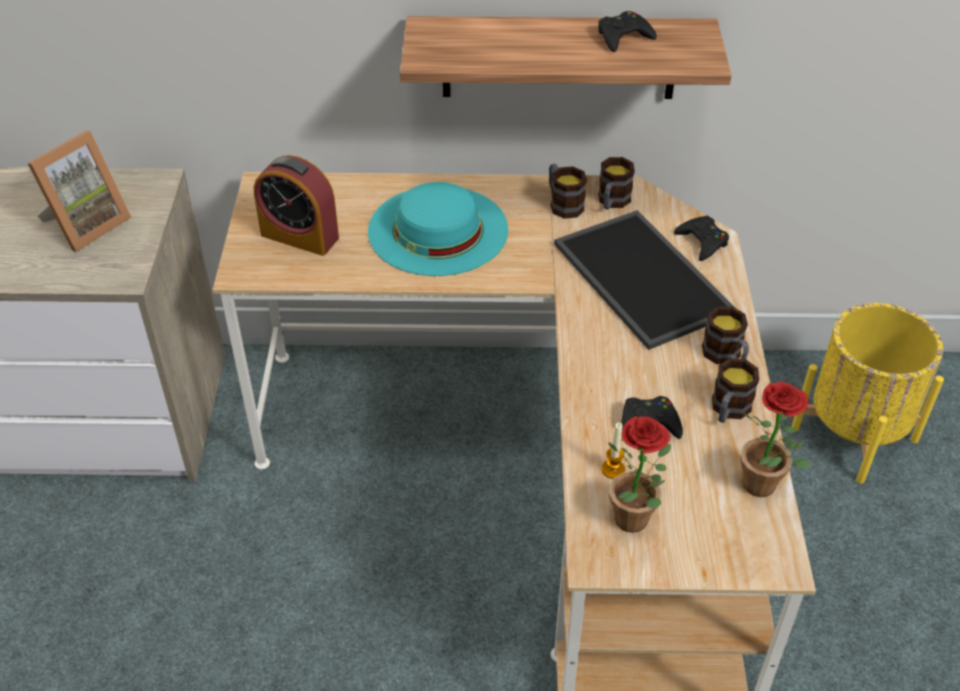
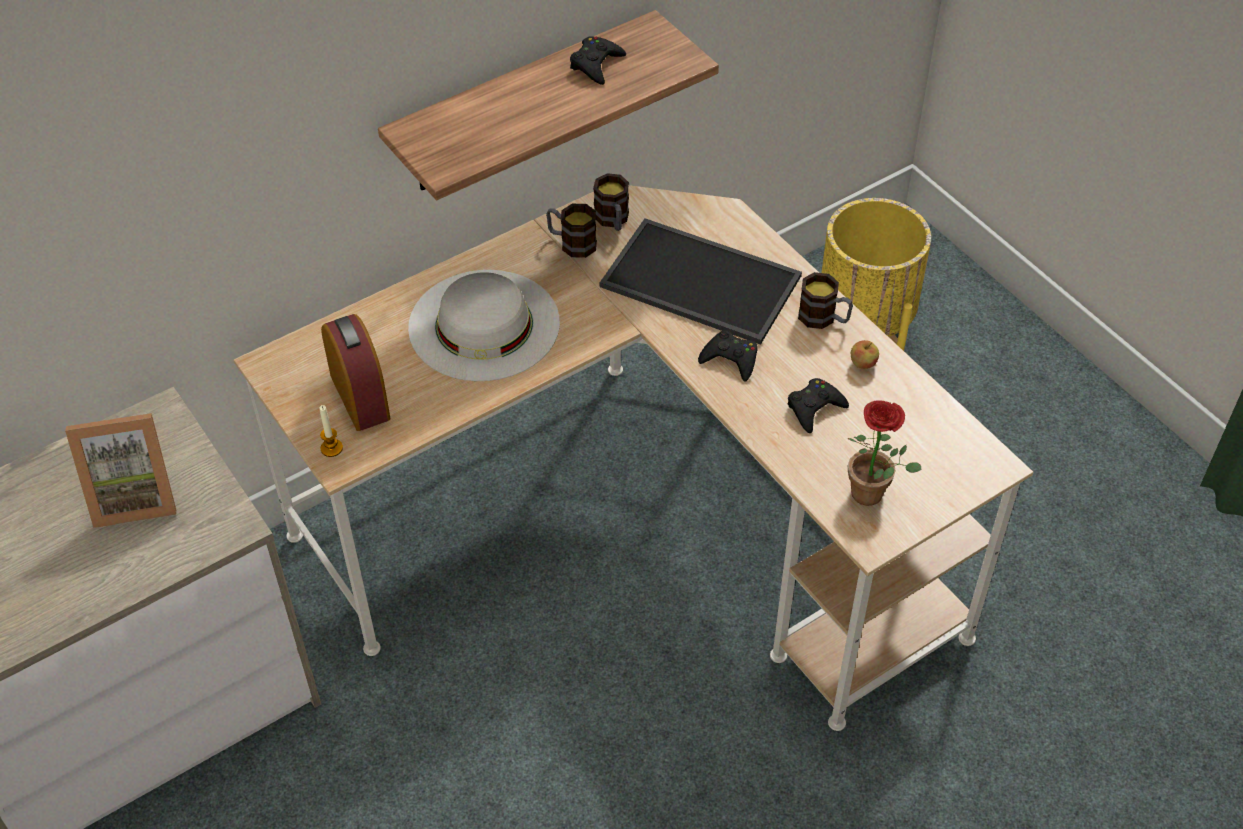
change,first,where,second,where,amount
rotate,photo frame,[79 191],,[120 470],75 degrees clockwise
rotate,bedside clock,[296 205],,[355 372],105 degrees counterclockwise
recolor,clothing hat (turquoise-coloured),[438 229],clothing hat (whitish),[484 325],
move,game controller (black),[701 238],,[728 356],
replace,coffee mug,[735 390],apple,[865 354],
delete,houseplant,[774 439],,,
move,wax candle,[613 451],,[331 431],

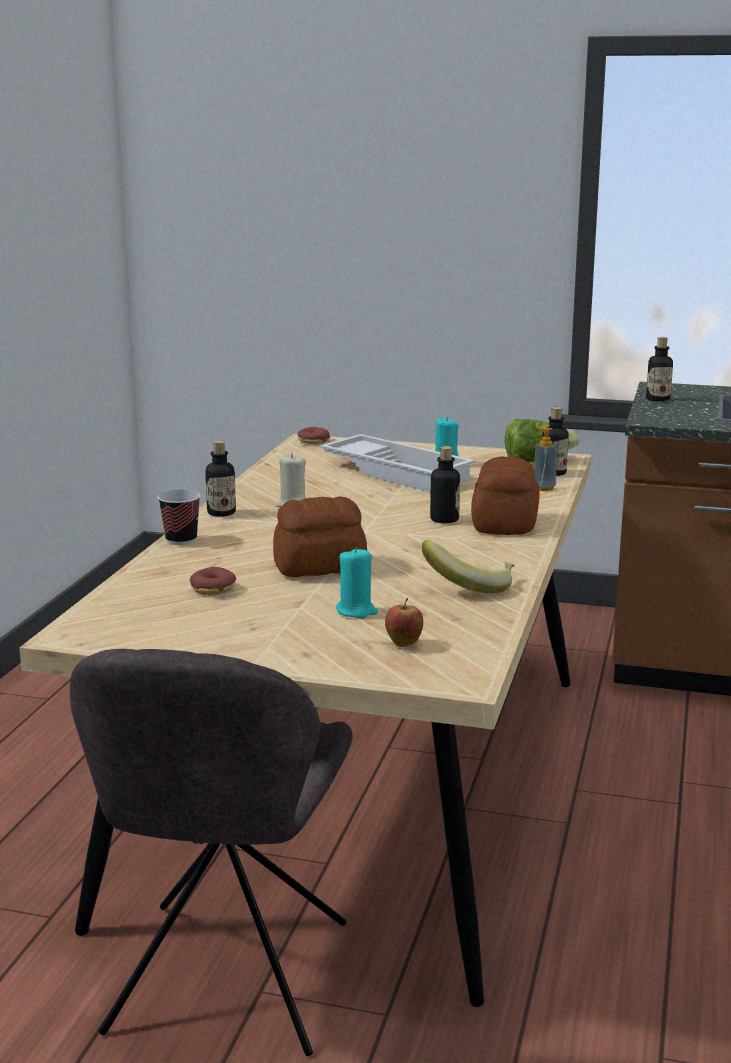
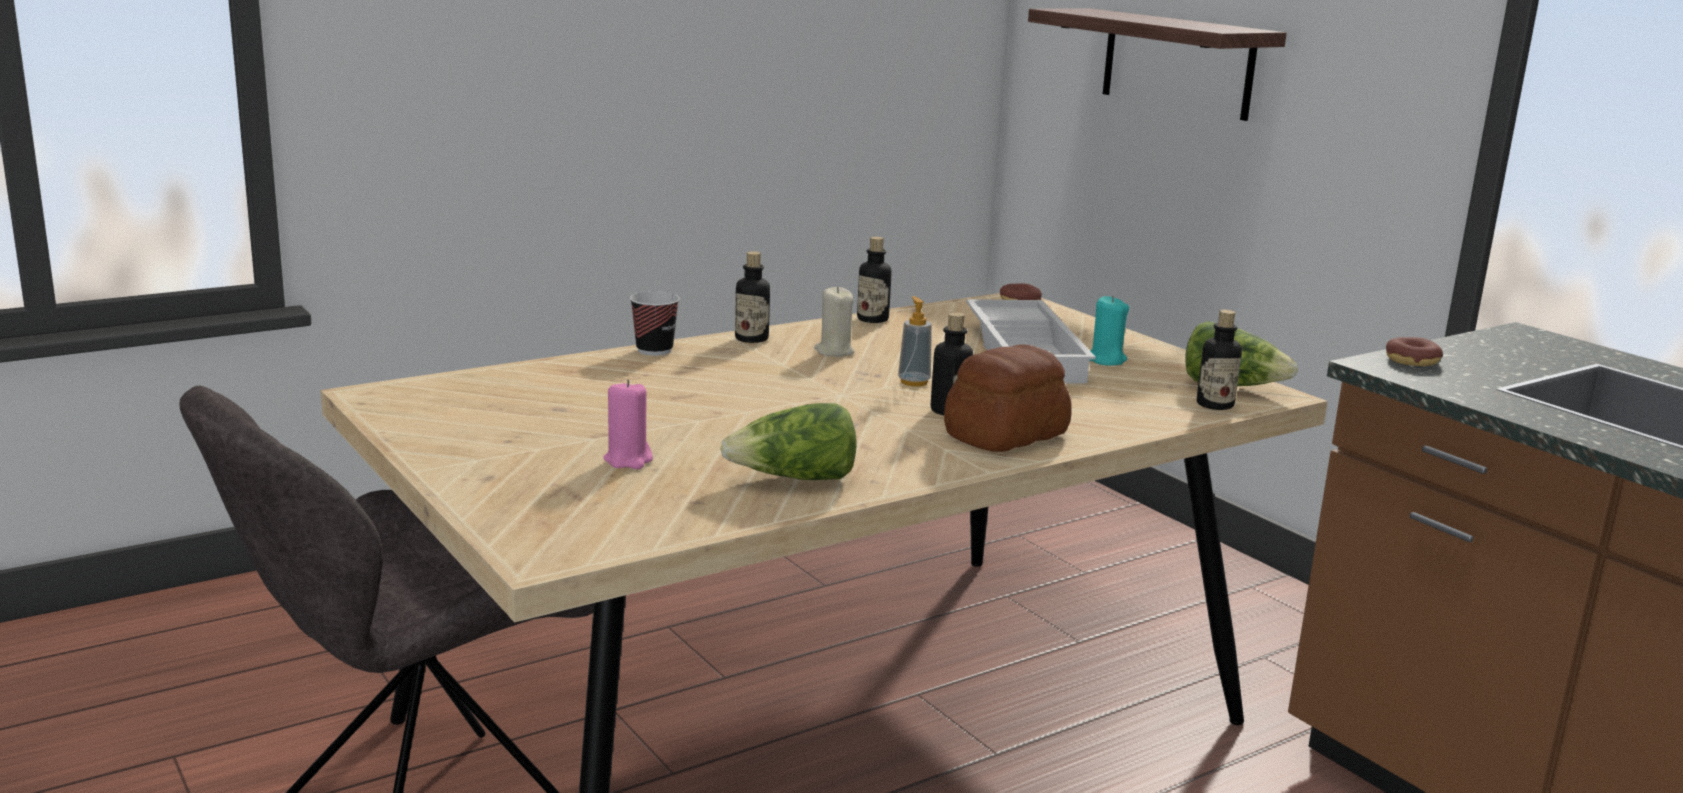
change,first,where,second,where,amount
move,drink bottle,[659 369],,[874 280],
move,soap dispenser,[545 459],,[915 341],
delete,bread,[320 536],,,
replace,banana,[468 567],lettuce head,[788 441],
recolor,wax candle (turquoise-coloured),[357 582],wax candle (pinkish),[628 424],
move,doughnut,[213 581],,[1414 351],
delete,apple,[404 622],,,
insert,,,bracket shelf,[1157 64],

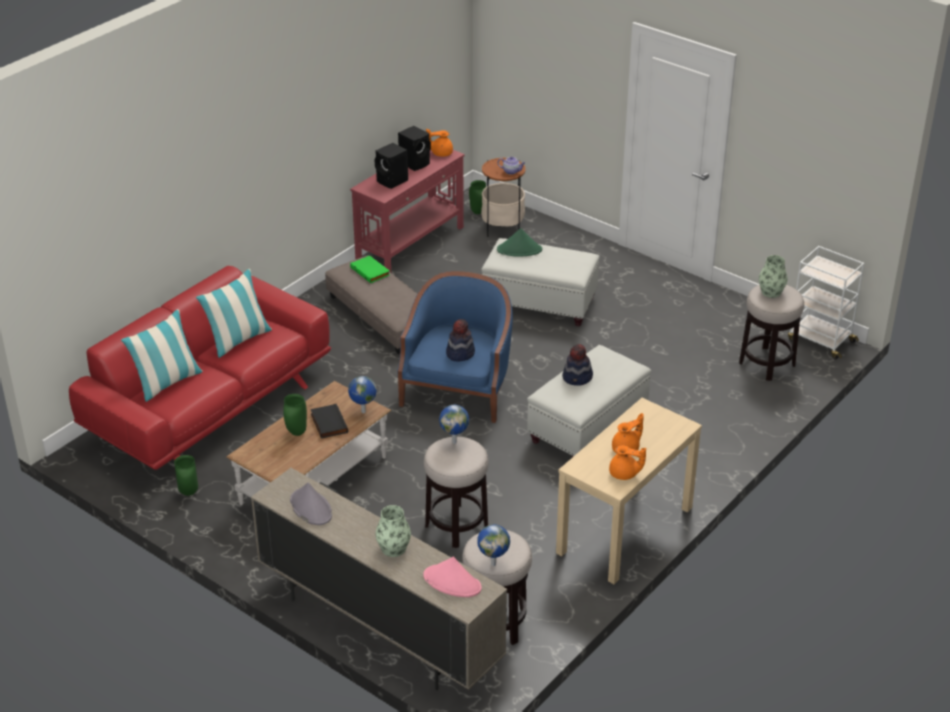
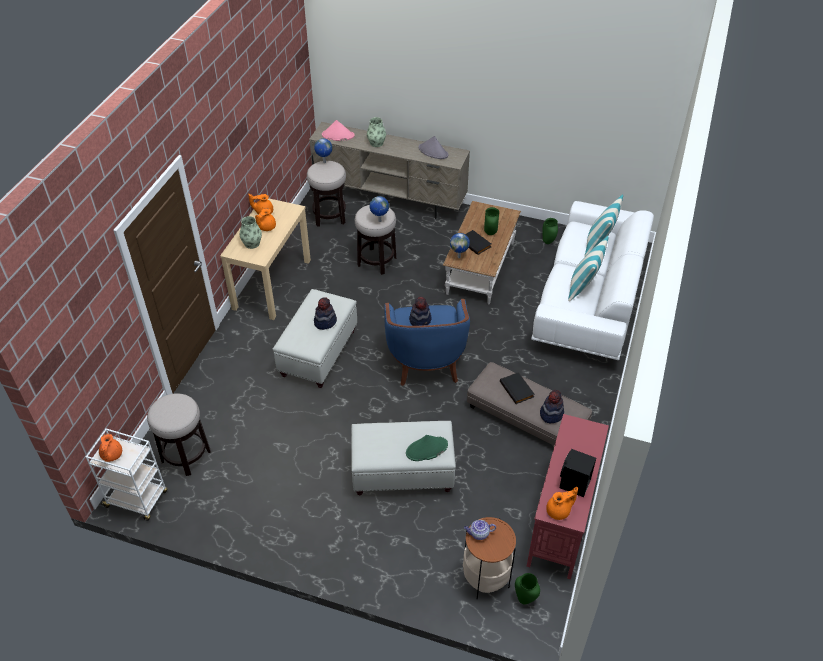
change,first,where,second,where,amount
delete,loudspeaker (black),[391 166],,,
replace,volume (green),[370 269],clothing hat,[552 406],
move,decorative vase,[773 276],,[251 232],
recolor,couch (red-coloured),[200 368],couch (whitish),[592 280],
insert,,,volume (black),[517 388],
insert,,,teapot (orange-coloured),[110 448],

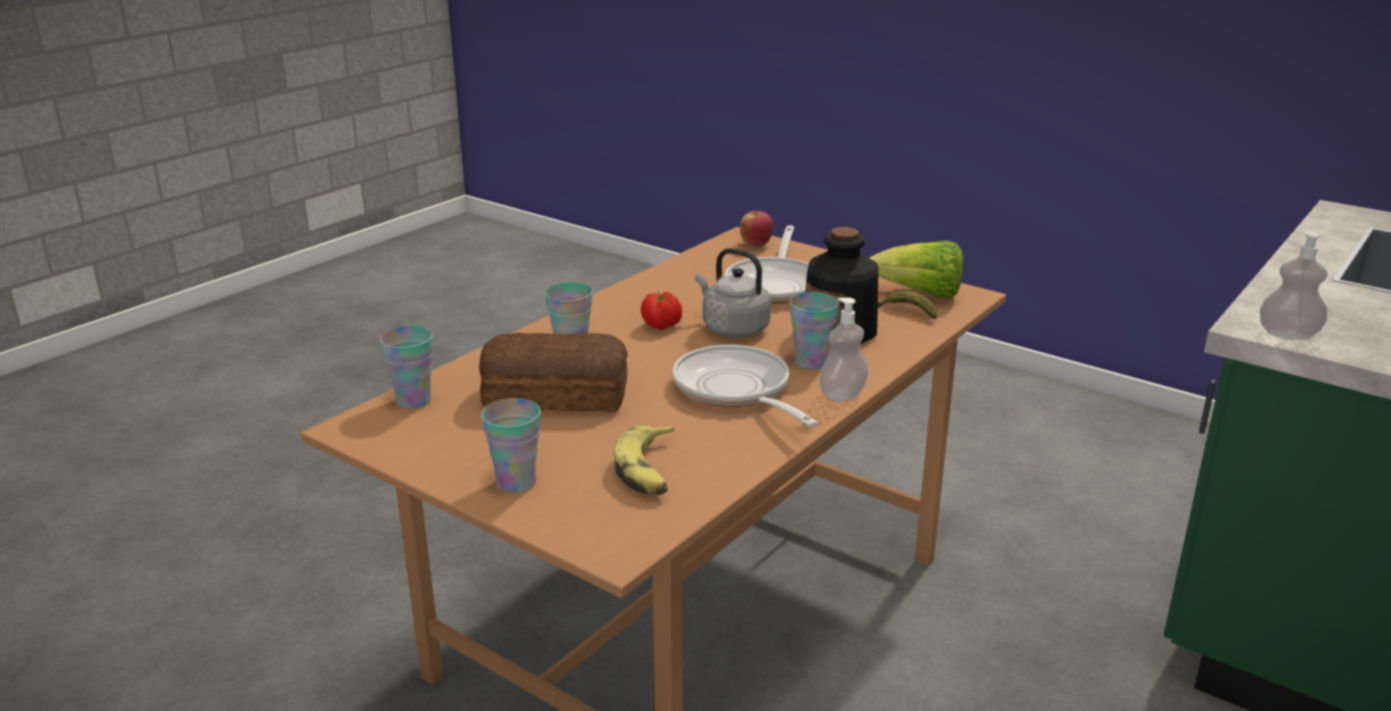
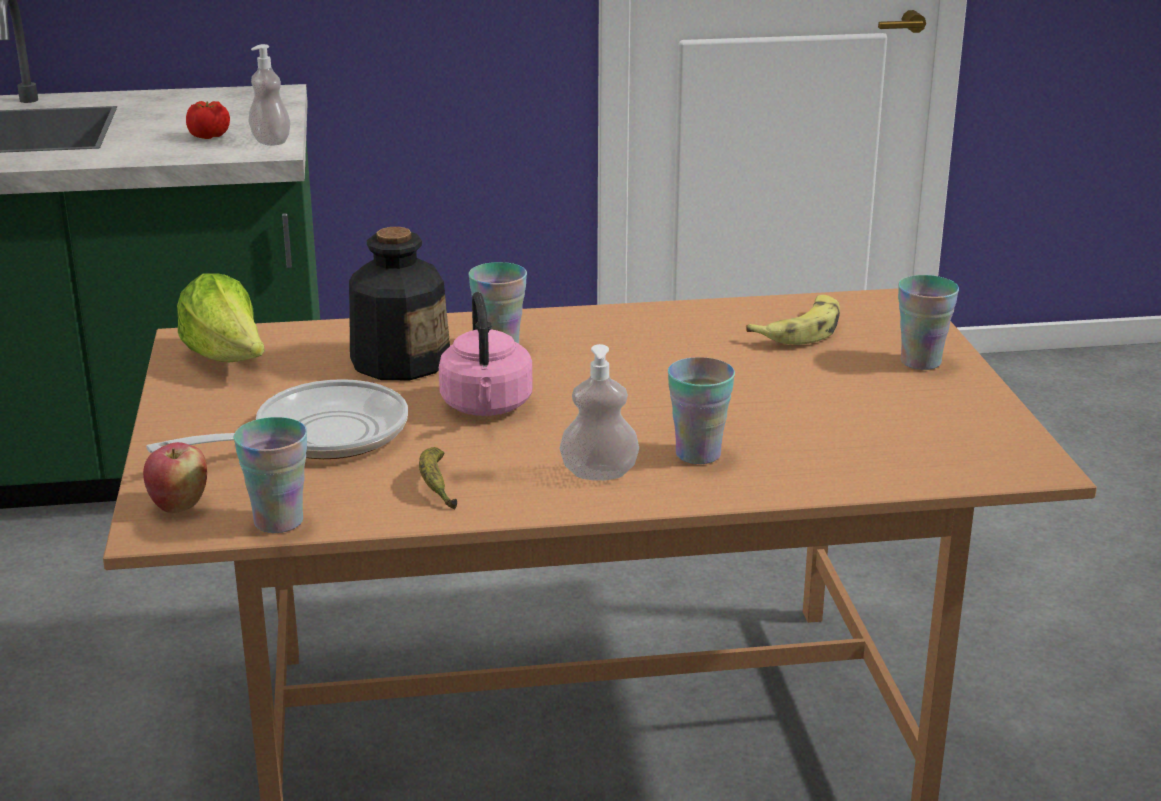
change,first,where,second,where,amount
recolor,water kettle (grey),[733 292],water kettle (pinkish),[486 354],
move,tomato,[661 310],,[208 120],
move,banana,[907 305],,[438 478],
move,soap dispenser,[844 349],,[599 412],
move,drinking cup,[406 367],,[270 475],
delete,bread,[553 372],,,
delete,pan,[745 386],,,

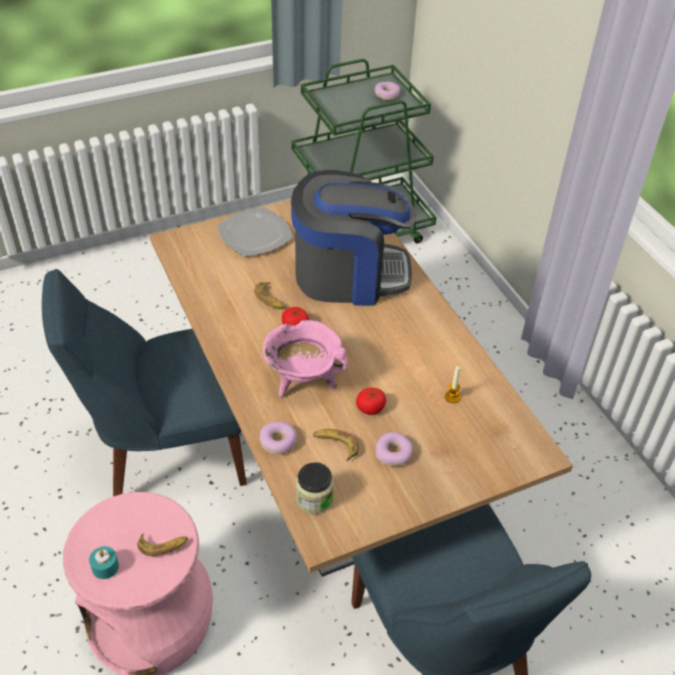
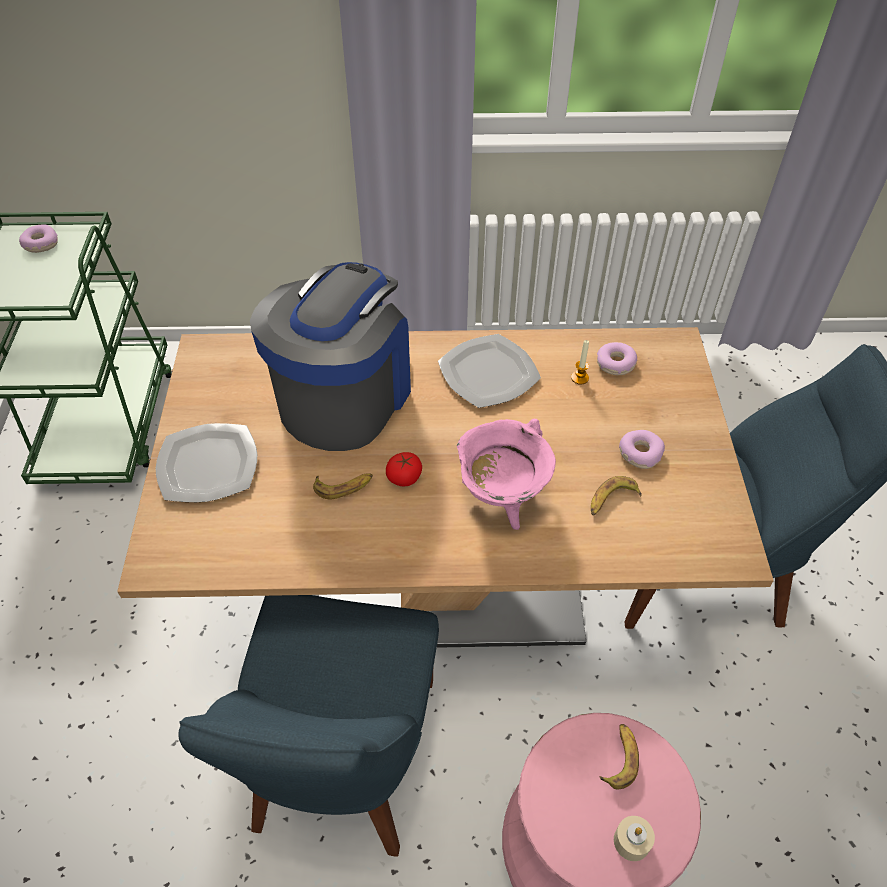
change,first,where,second,where,amount
delete,tomato,[371 401],,,
move,doughnut,[279 438],,[617 358],
delete,jar,[315 488],,,
recolor,wax candle (turquoise-coloured),[104 562],wax candle (sand-coloured),[634 838],
insert,,,dinner plate,[489 371],

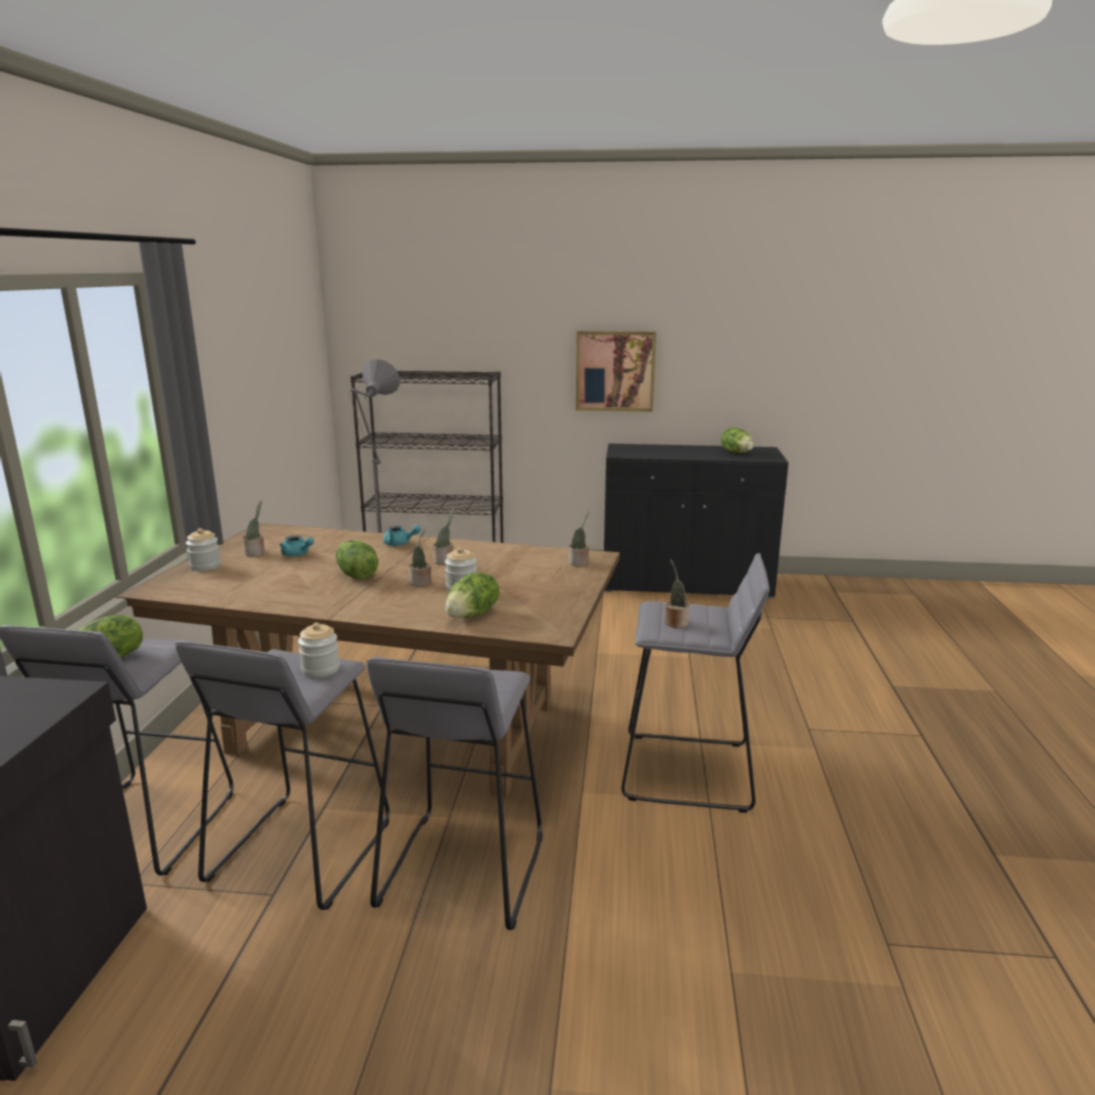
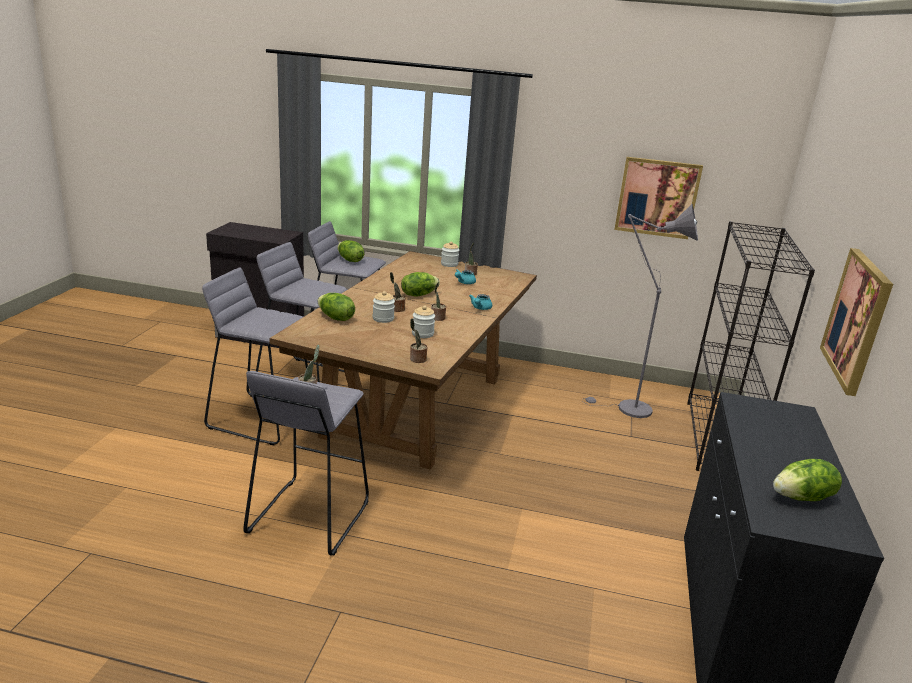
change,first,where,second,where,amount
move,jar,[319 650],,[423 321],
insert,,,wall picture,[658 198],

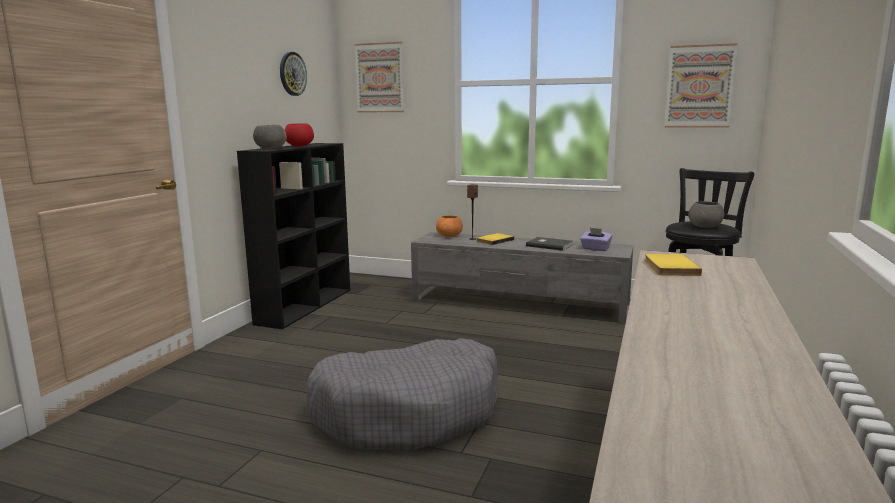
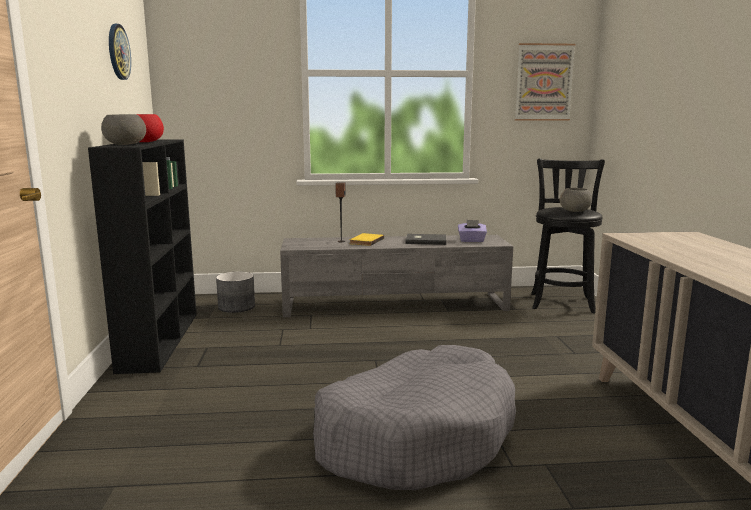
change,first,where,second,where,amount
delete,wall picture,[379 77],,,
delete,serving bowl (orange-coloured),[449 226],,,
delete,volume (yellow),[673 265],,,
insert,,,plant pot (grey),[235 292],

